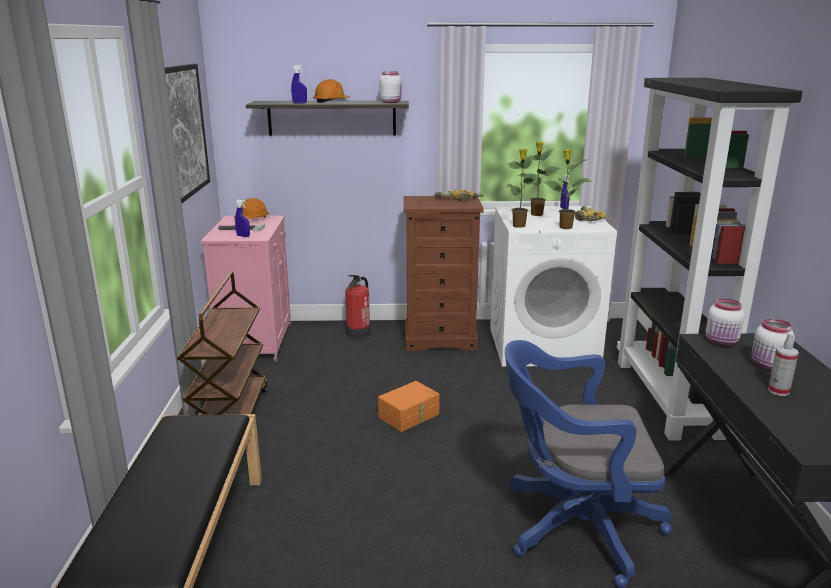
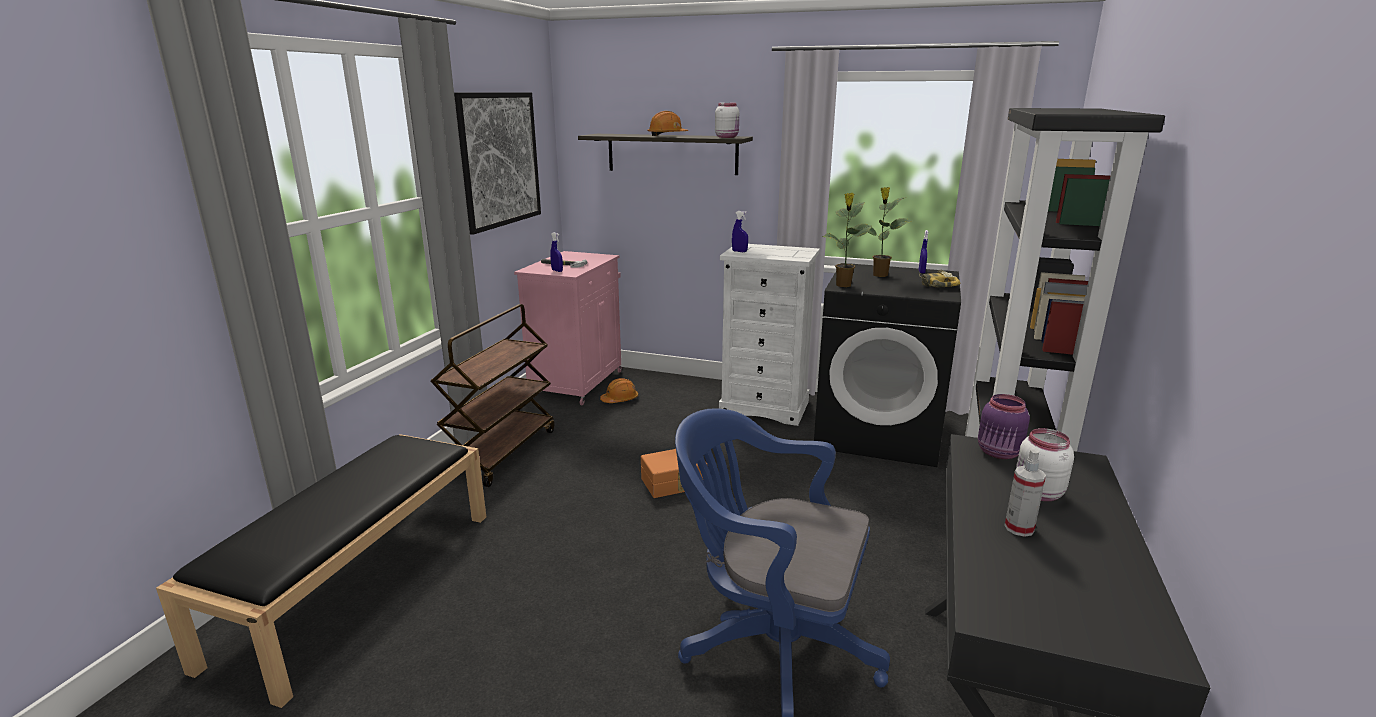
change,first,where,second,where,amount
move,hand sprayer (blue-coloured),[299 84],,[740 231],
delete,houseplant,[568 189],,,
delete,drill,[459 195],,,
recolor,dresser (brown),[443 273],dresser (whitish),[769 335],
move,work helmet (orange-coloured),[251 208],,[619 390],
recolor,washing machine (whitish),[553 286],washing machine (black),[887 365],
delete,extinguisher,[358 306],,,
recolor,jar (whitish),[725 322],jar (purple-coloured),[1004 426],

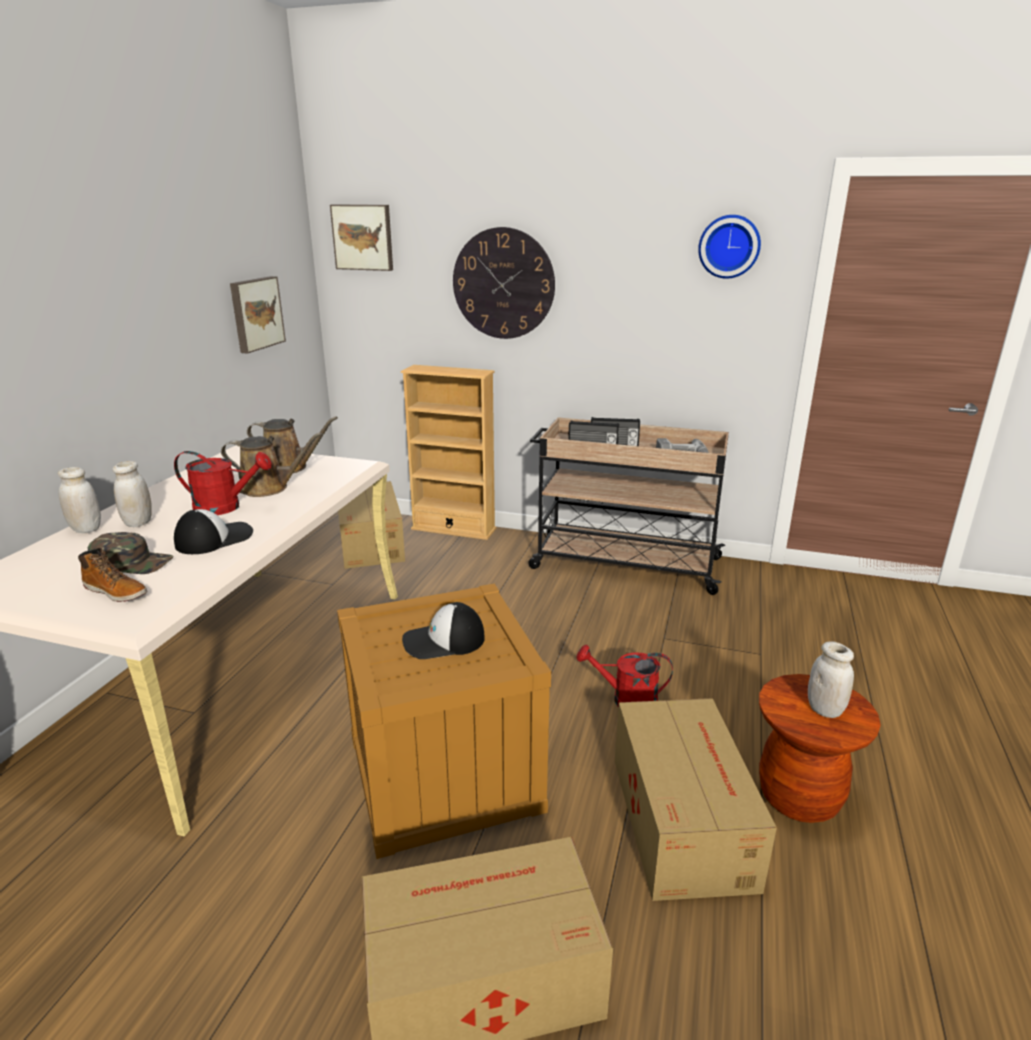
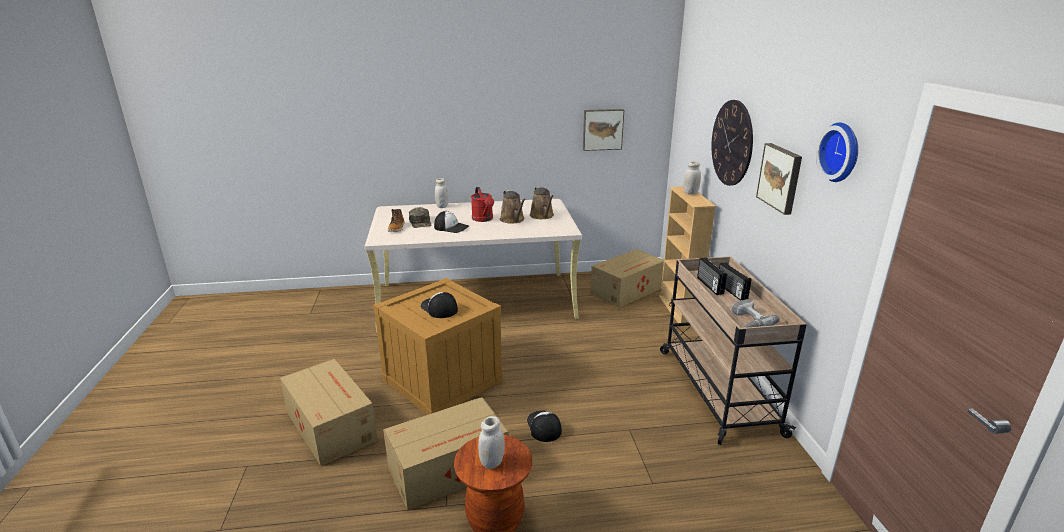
change,first,where,second,where,amount
move,wall picture,[361 238],,[779 179],
move,jar (whitish),[132 494],,[692 178],
replace,watering pot (red-coloured),[625 676],cap,[544 426],

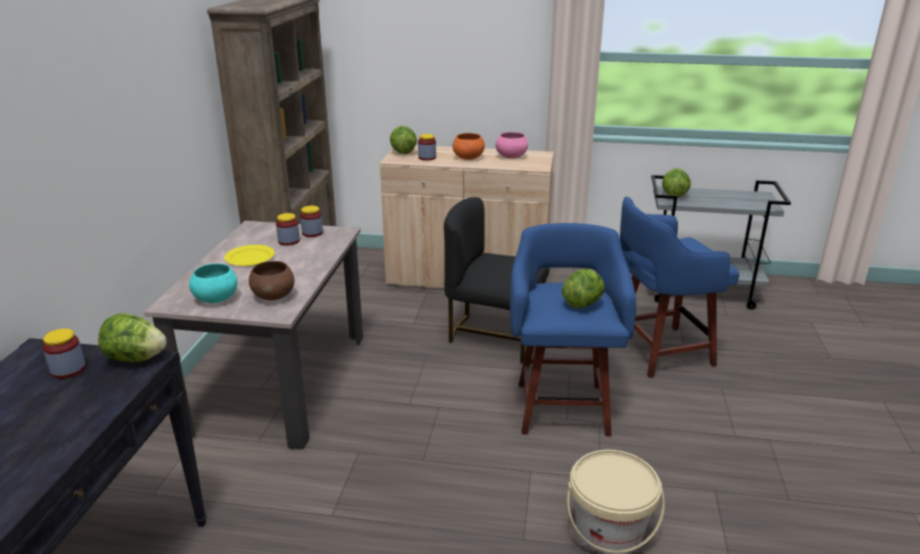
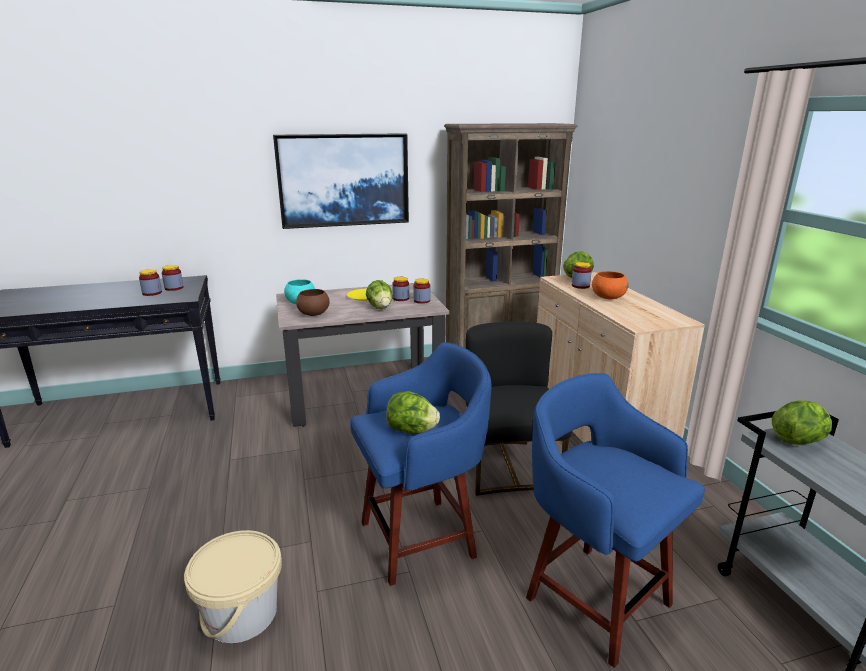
change,first,where,second,where,amount
delete,serving bowl (pinkish),[511 145],,,
move,lettuce head,[132 337],,[379 294],
insert,,,wall picture,[341 181],
insert,,,jar,[150 282],

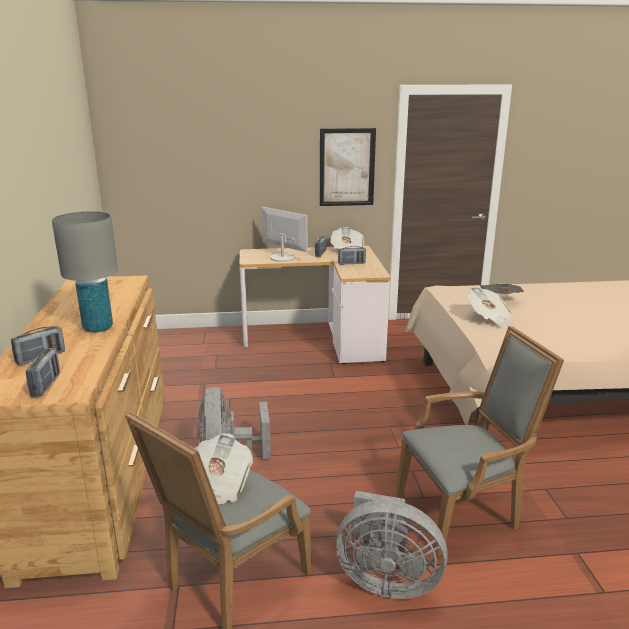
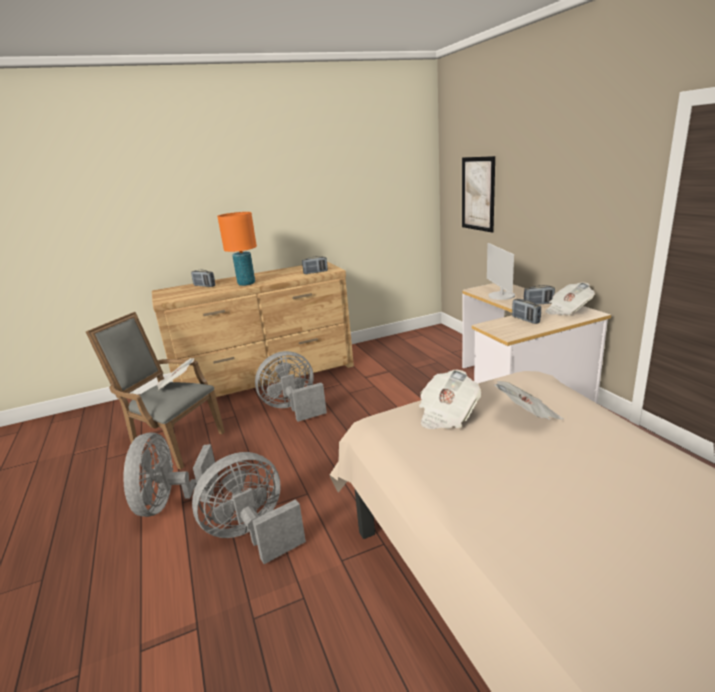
change,first,where,second,where,amount
move,wall picture,[348 167],,[478 194],
rotate,computer display,[284 234],,[501 271],150 degrees clockwise
recolor,lamp for a table (grey),[85 272],lamp for a table (orange-coloured),[237 249],
replace,easy chair (grey),[480 441],fan (grey),[249 508],
move,radio set,[43 372],,[315 265],

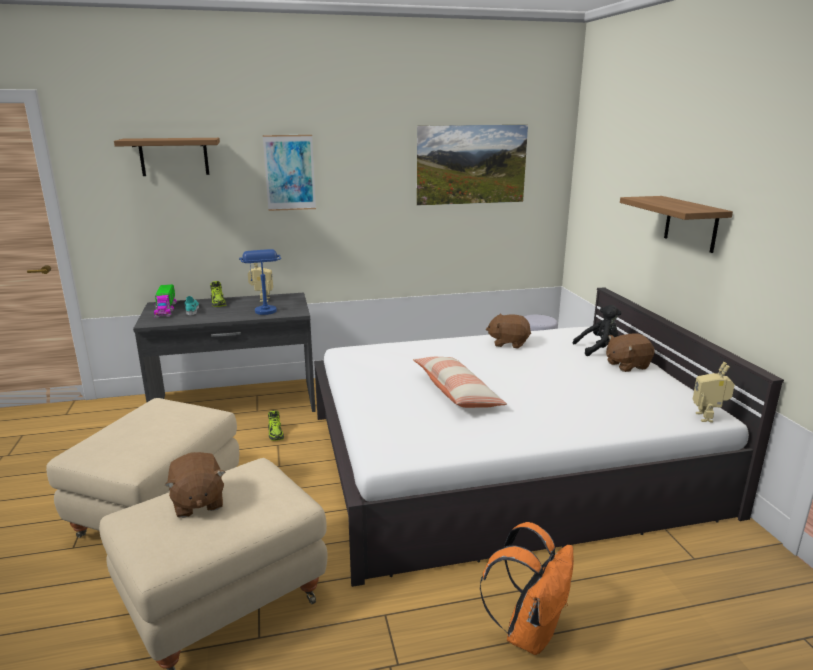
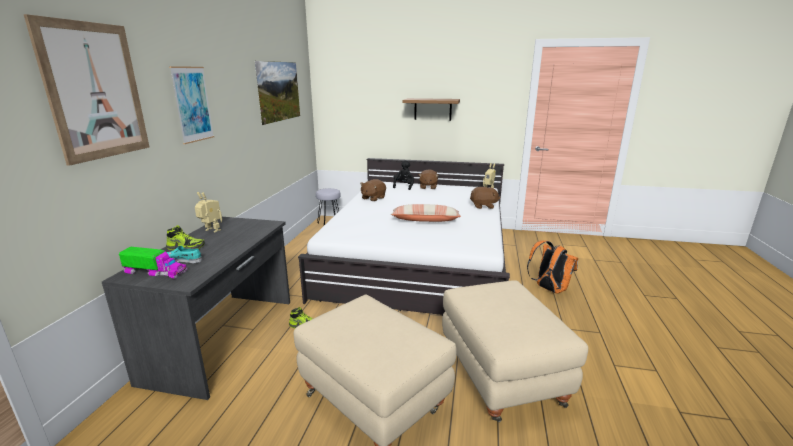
change,first,where,second,where,amount
replace,bracket shelf,[167 157],wall picture,[86 90],
delete,lamp for a table (blue-coloured),[260 282],,,
move,cuddly toy (brown),[195 485],,[485 198],

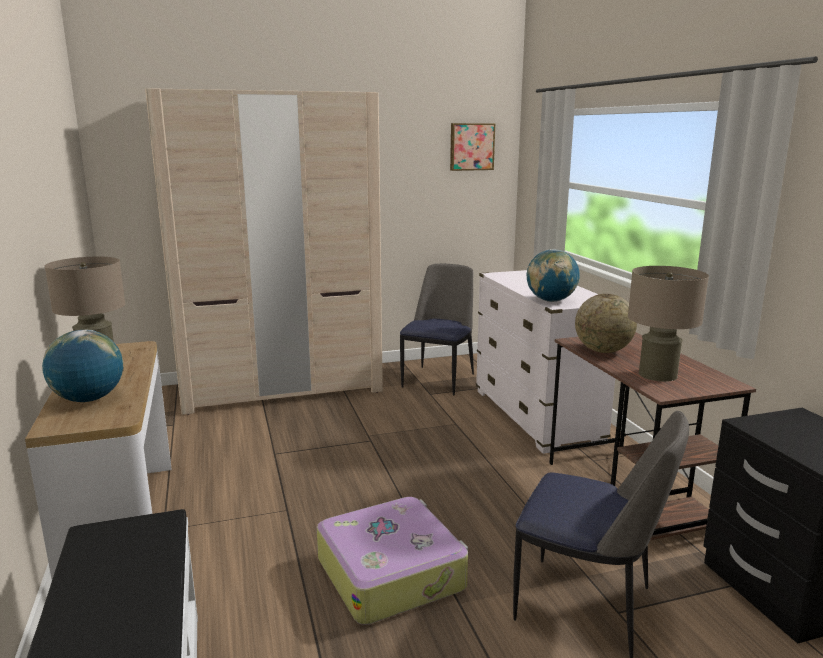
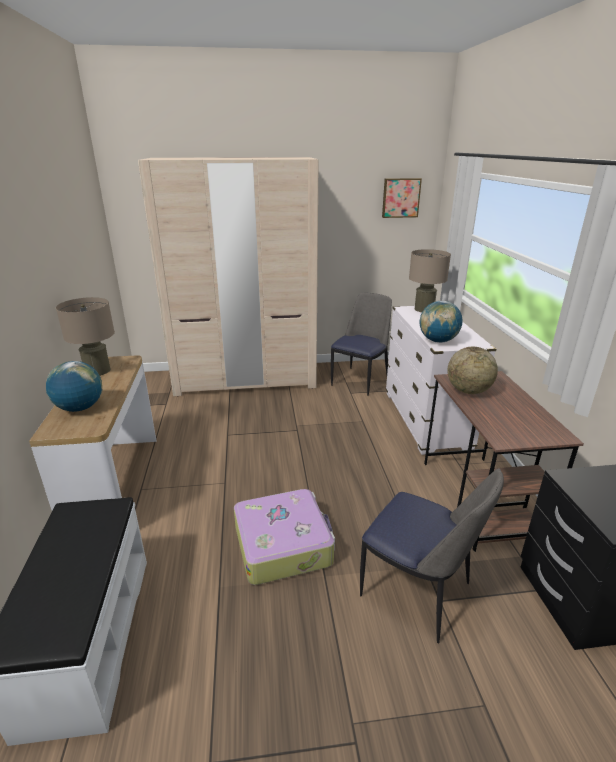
change,first,where,second,where,amount
move,lamp for a table (sand-coloured),[668 324],,[430 280],

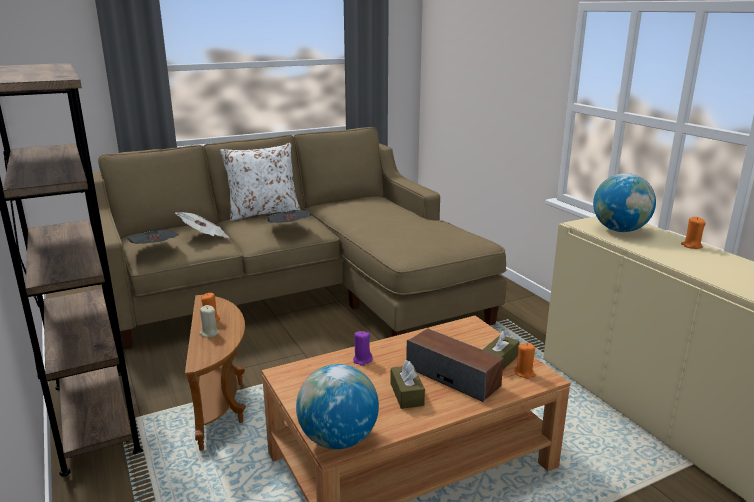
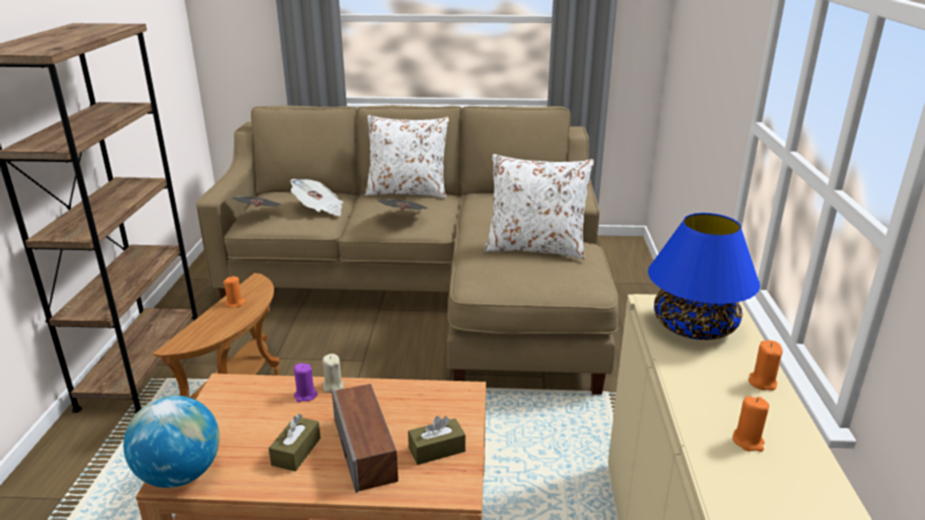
change,first,where,second,where,amount
replace,desk globe,[624 202],lamp for a table (blue-coloured),[704 276],
move,wax candle (sand-coloured),[209 321],,[333 373],
move,wax candle (orange-coloured),[525 361],,[751 424],
insert,,,pillow (whitish),[539 206],

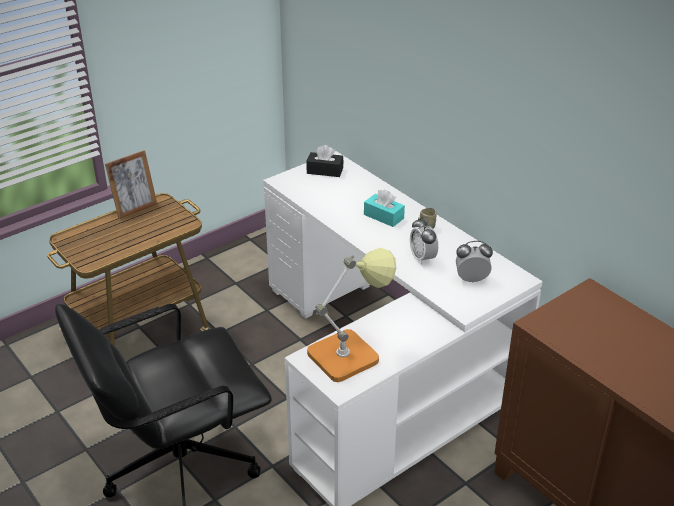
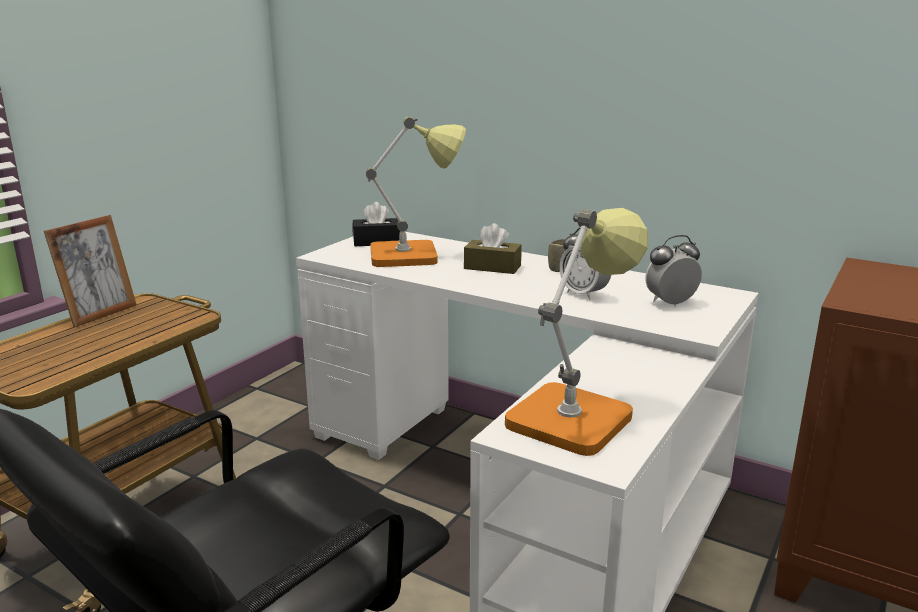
change,first,where,second,where,amount
recolor,tissue holder (turquoise-coloured),[384 208],tissue holder (brown),[493 248],
insert,,,lamp for a table,[416 192],

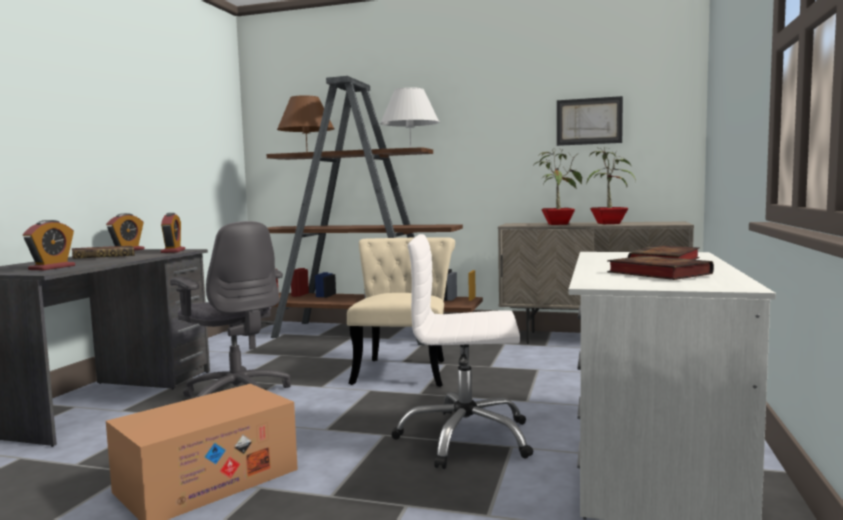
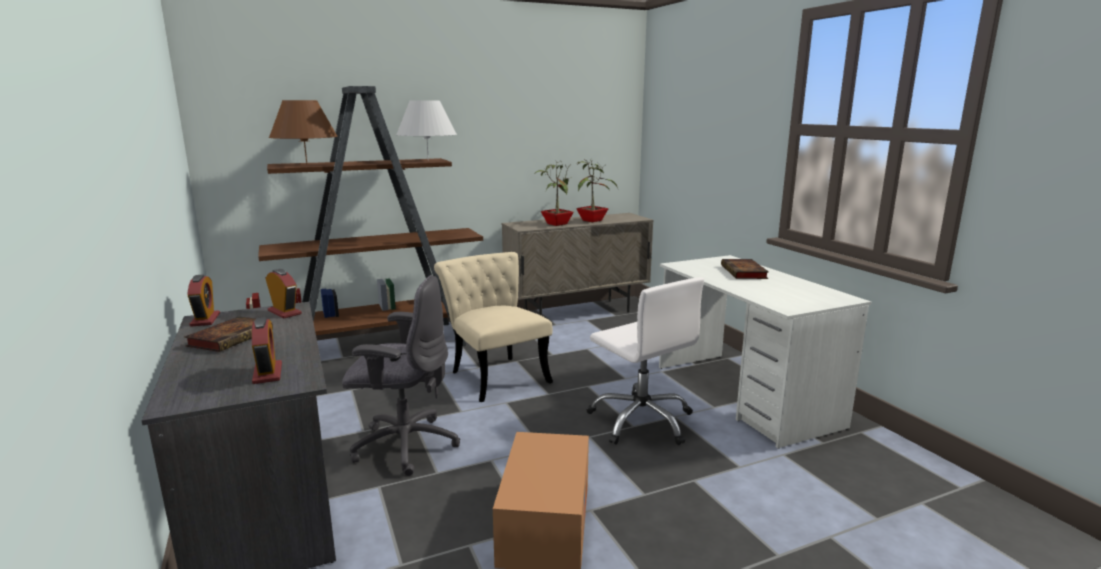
change,first,where,second,where,amount
delete,wall picture,[590 121],,,
rotate,computer chair (whitish),[462 351],,[645 361],90 degrees counterclockwise
delete,volume,[660 268],,,

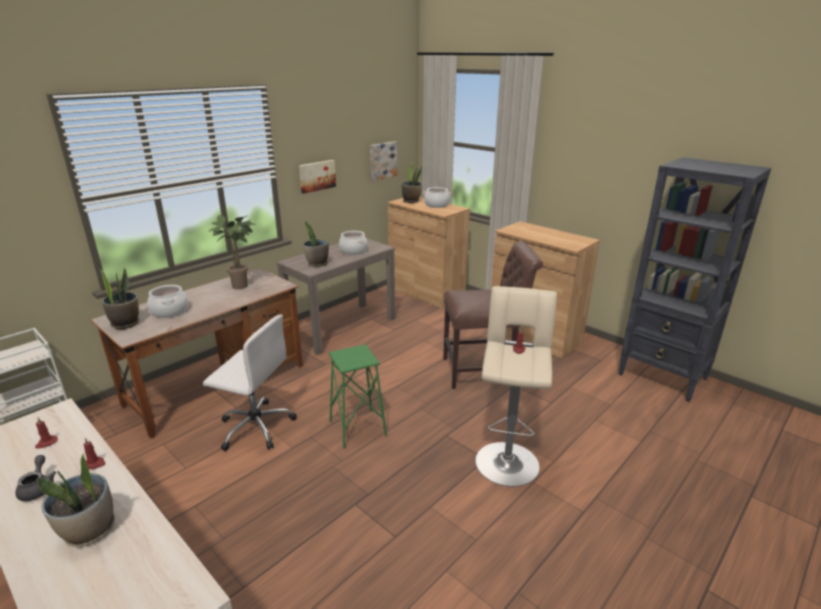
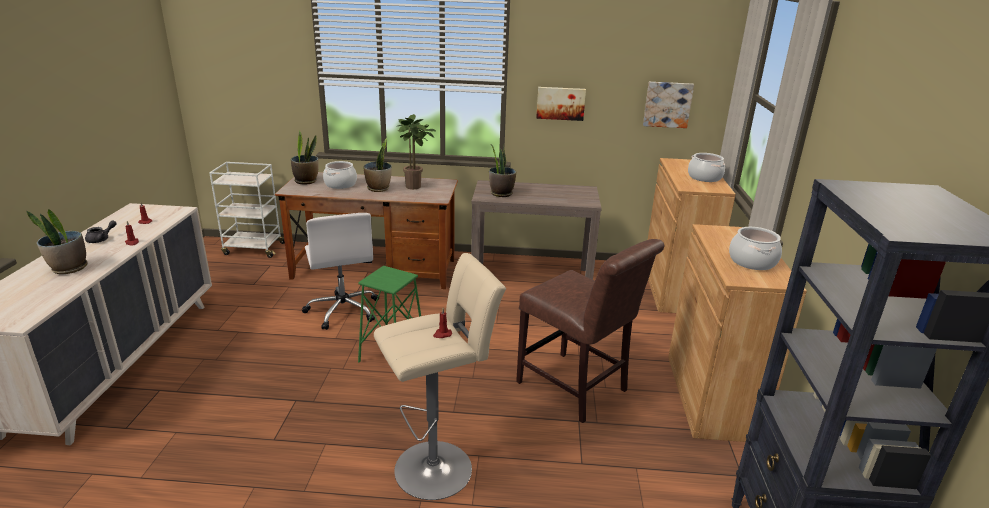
change,first,where,second,where,amount
move,houseplant,[412 182],,[378 165],
move,saucepot,[353 243],,[755 248],

